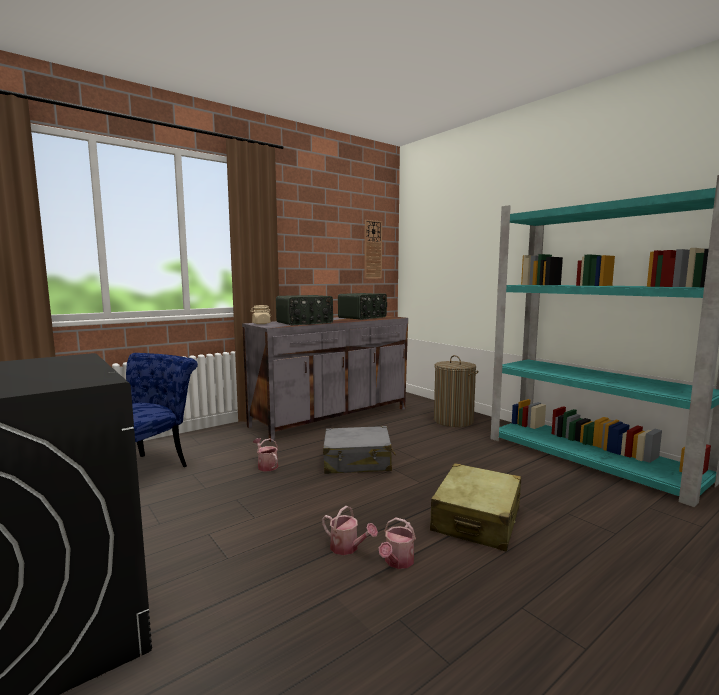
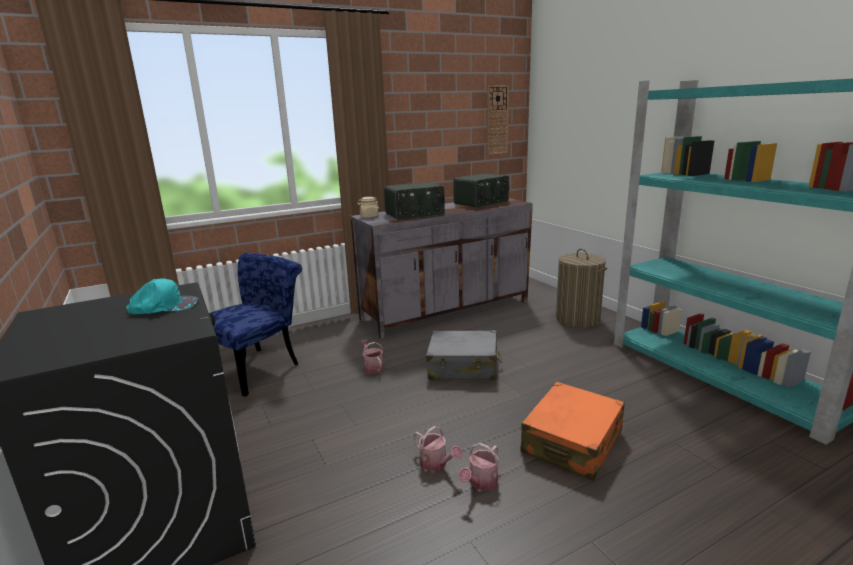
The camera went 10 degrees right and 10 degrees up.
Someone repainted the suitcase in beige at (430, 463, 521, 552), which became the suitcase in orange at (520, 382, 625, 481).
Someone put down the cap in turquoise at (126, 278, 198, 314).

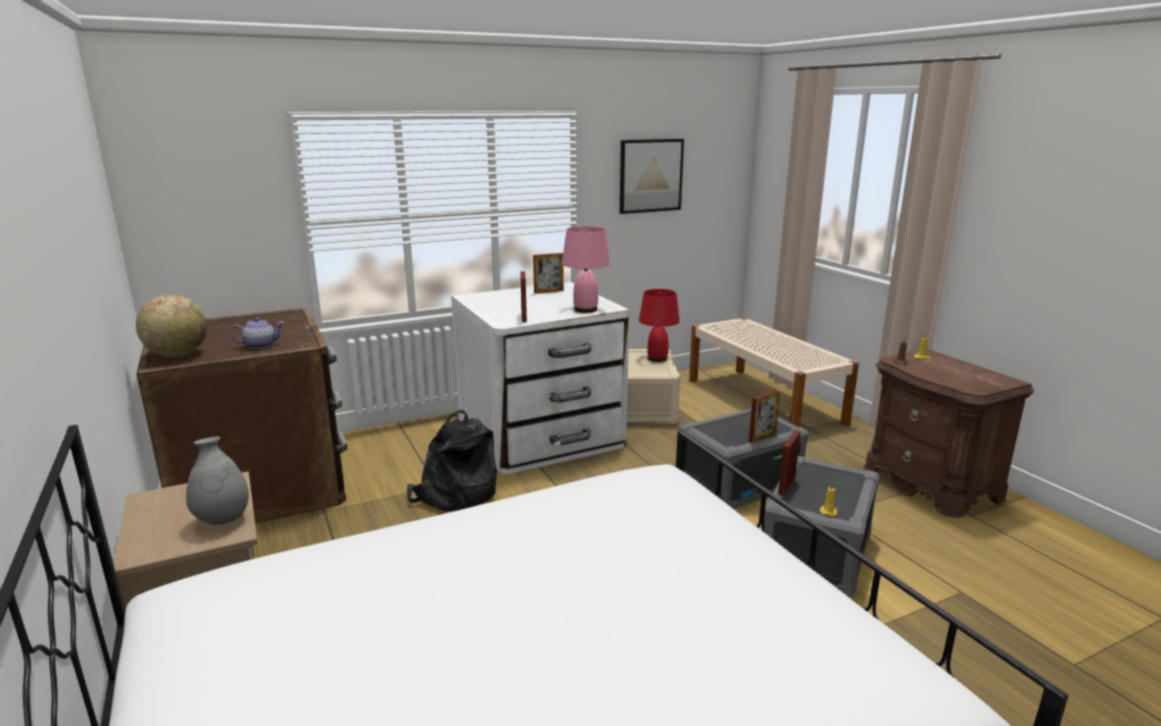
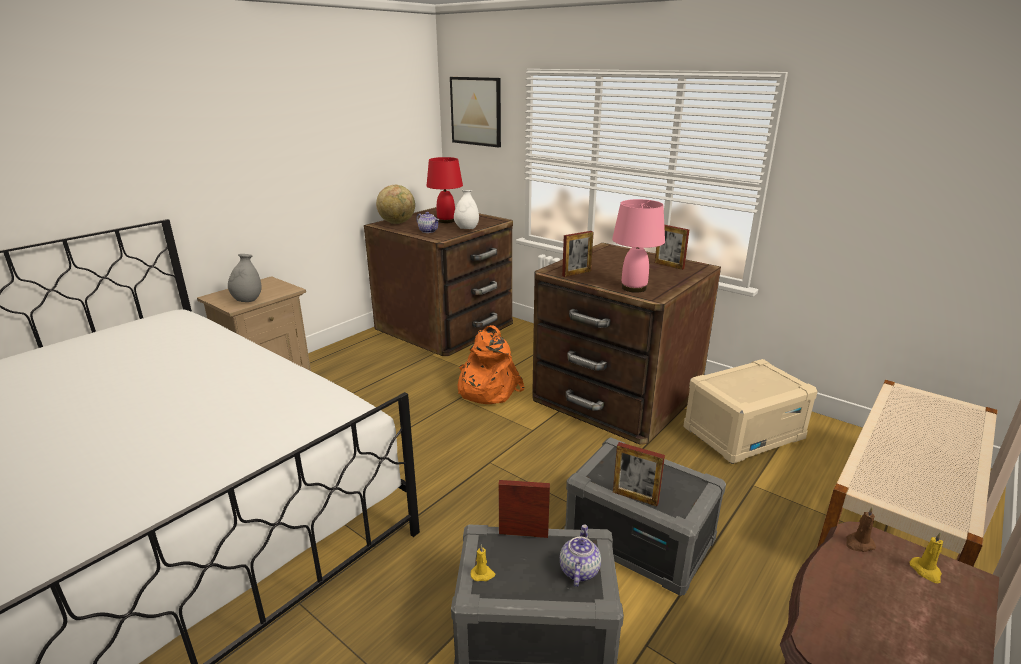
The camera went 65 degrees right and 5 degrees up.
Someone repainted the backpack in black at (407, 410, 497, 512), which became the backpack in orange at (457, 325, 525, 404).
Someone repainted the dresser in white at (451, 282, 629, 475), which became the dresser in brown at (532, 243, 721, 444).
Someone carried the picture from (620, 139, 684, 214) to (450, 77, 501, 148).
Someone carried the table lamp in red from (639, 289, 680, 362) to (427, 157, 463, 223).
Someone put down the vase in white at (454, 190, 479, 229).
Someone put down the teapot at (560, 524, 601, 587).

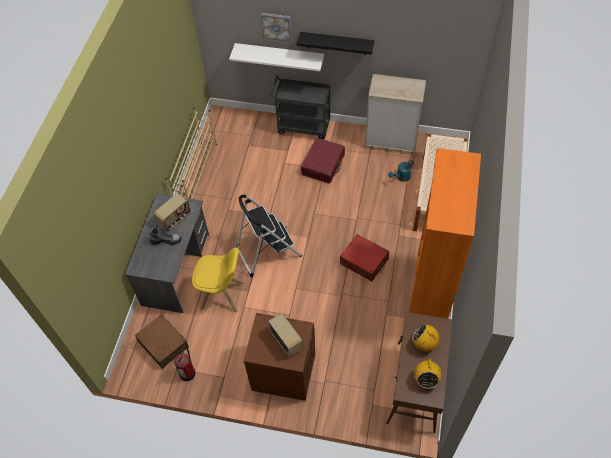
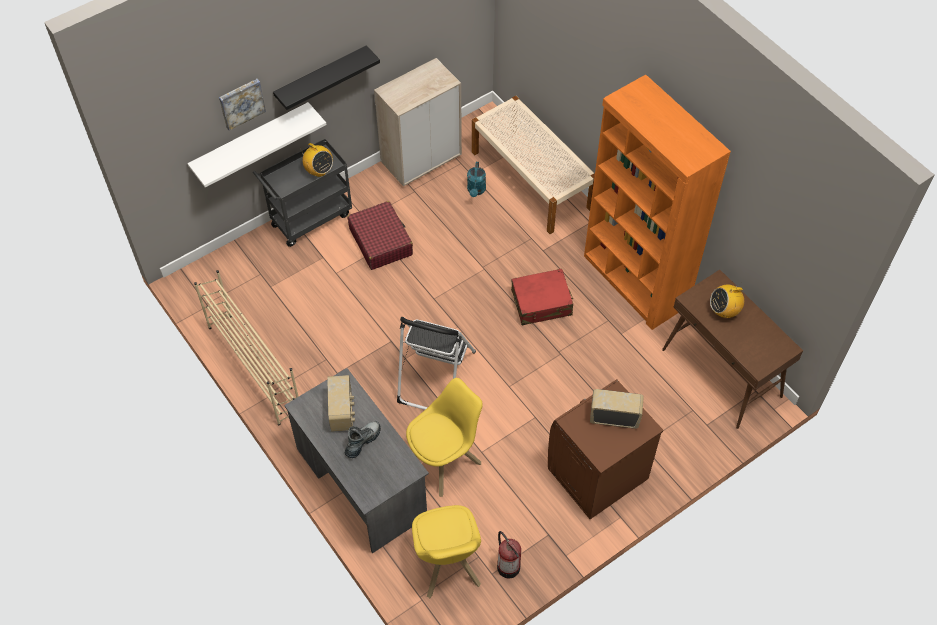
The camera went 50 degrees left and 0 degrees up.
Someone swapped the suitcase in brown at (135, 314, 189, 369) for the chair in yellow at (412, 505, 481, 598).
Someone carried the radio from (414, 359, 442, 389) to (300, 143, 333, 177).

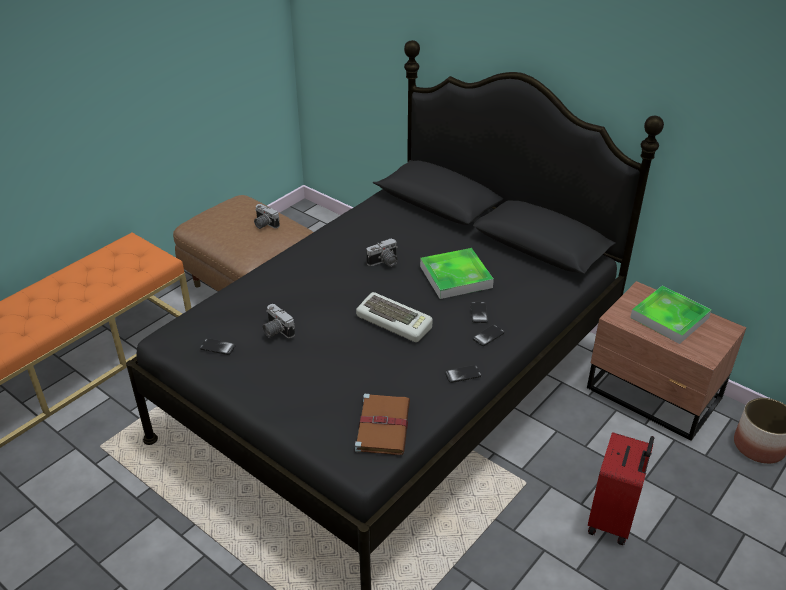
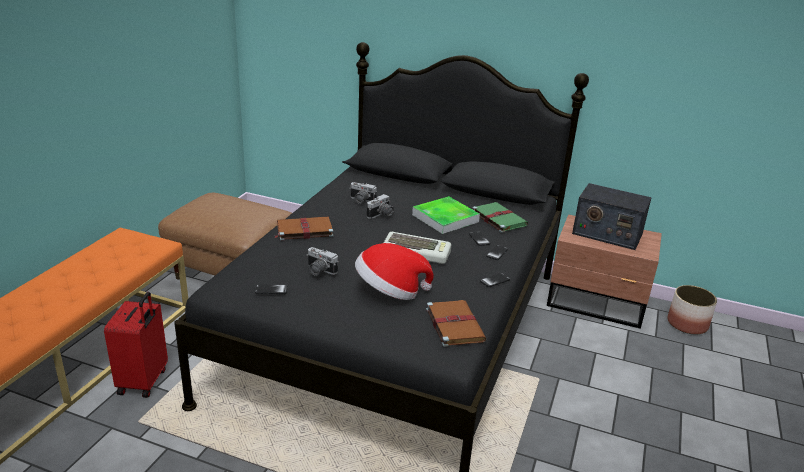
The camera went 20 degrees left and 10 degrees down.
Someone carried the photo camera from (254, 204, 280, 229) to (349, 182, 377, 204).
Someone carried the suitcase in red from (588, 432, 654, 545) to (104, 292, 168, 398).
Someone swapped the tray at (630, 285, 711, 344) for the radio at (572, 183, 652, 250).
Someone put down the book in brown at (275, 217, 333, 241).
Someone put down the hat at (355, 243, 434, 300).
Someone put down the book in green at (473, 202, 528, 233).

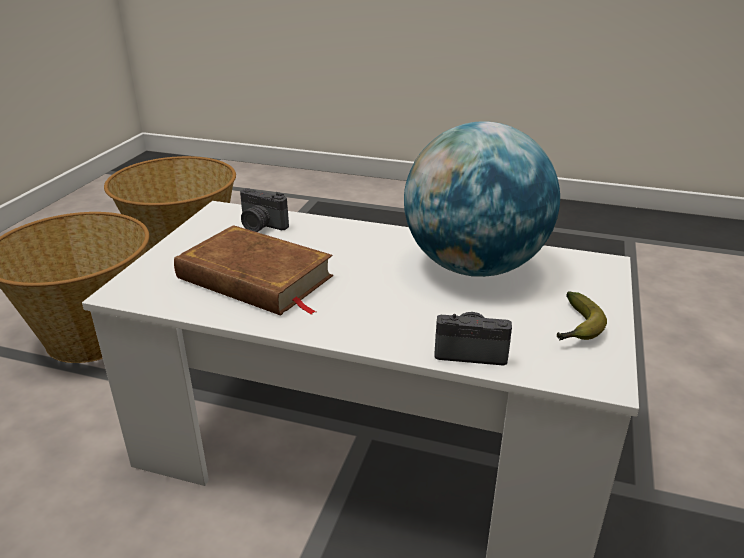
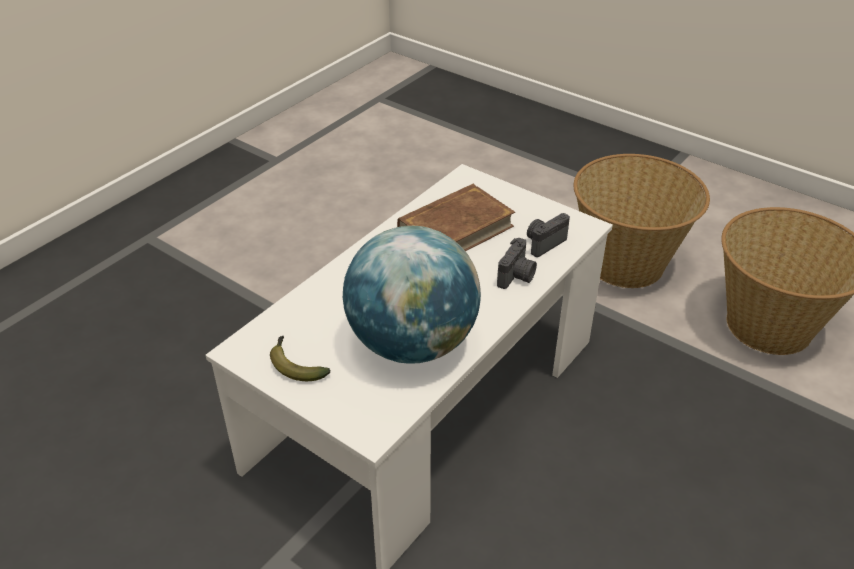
The camera went 110 degrees right and 10 degrees up.
Someone carried the photo camera from (434, 312, 512, 365) to (497, 238, 537, 289).

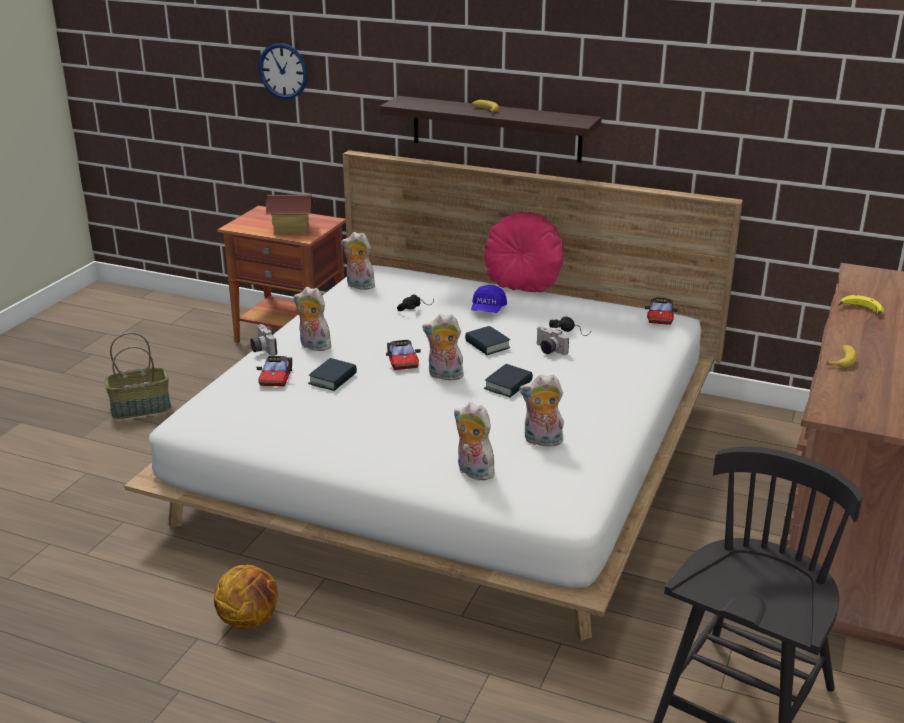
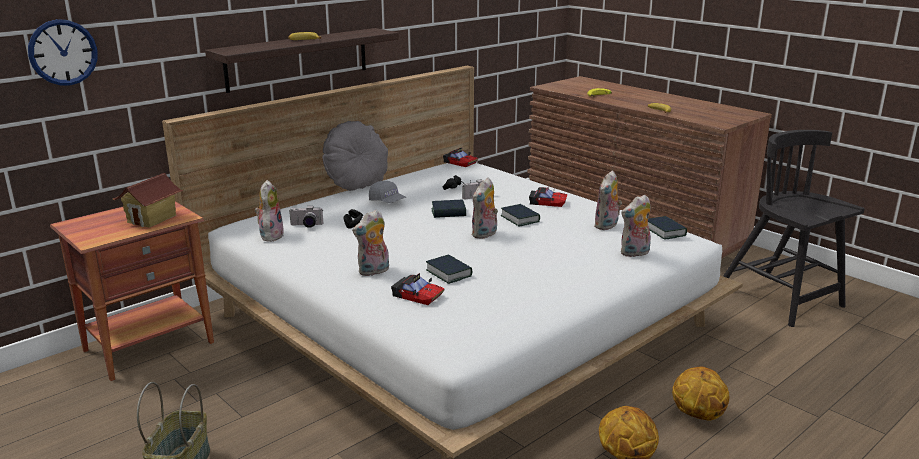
The camera went 65 degrees left and 5 degrees down.
Someone carried the photo camera from (250, 324, 277, 356) to (289, 206, 324, 228).
Someone rotated the plush toy at (341, 232, 375, 290) by 135 degrees clockwise.
Someone carried the toy car from (386, 340, 420, 370) to (529, 185, 568, 207).
Someone repainted the cap in blue at (471, 285, 507, 313), which became the cap in grey at (369, 181, 406, 203).
Someone repainted the pillow in pink at (484, 212, 563, 292), which became the pillow in grey at (322, 121, 388, 191).
Someone put down the book at (648, 216, 687, 240).
Someone put down the basketball at (672, 366, 729, 421).

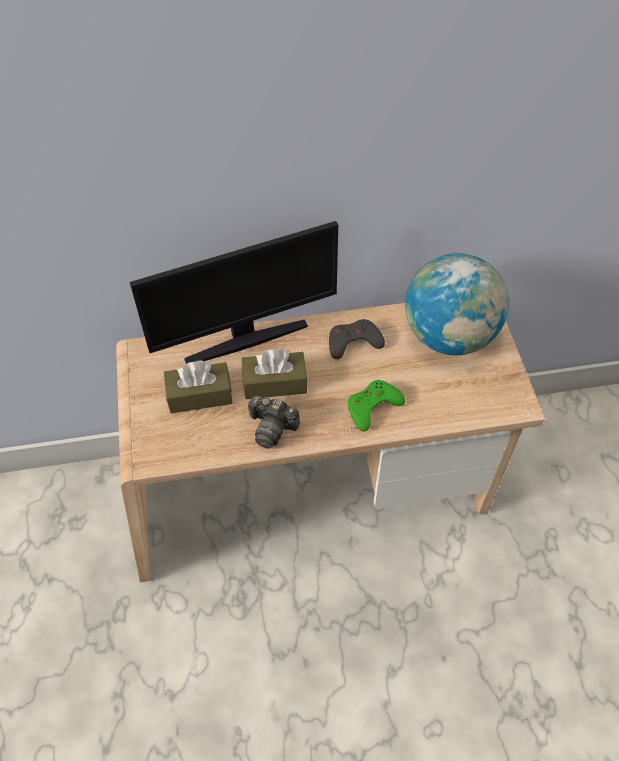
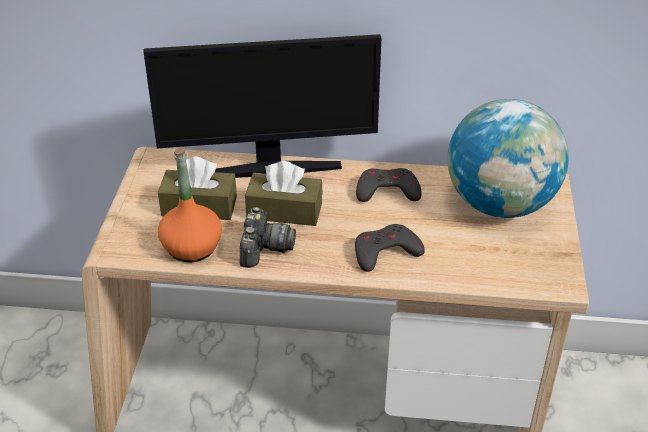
The camera went 15 degrees right and 15 degrees down.
Someone rotated the photo camera at (248, 395, 300, 449) by 120 degrees counterclockwise.
Someone repainted the game controller in green at (348, 380, 405, 432), which became the game controller in grey at (355, 224, 425, 272).
Someone put down the bottle in orange at (158, 147, 222, 262).

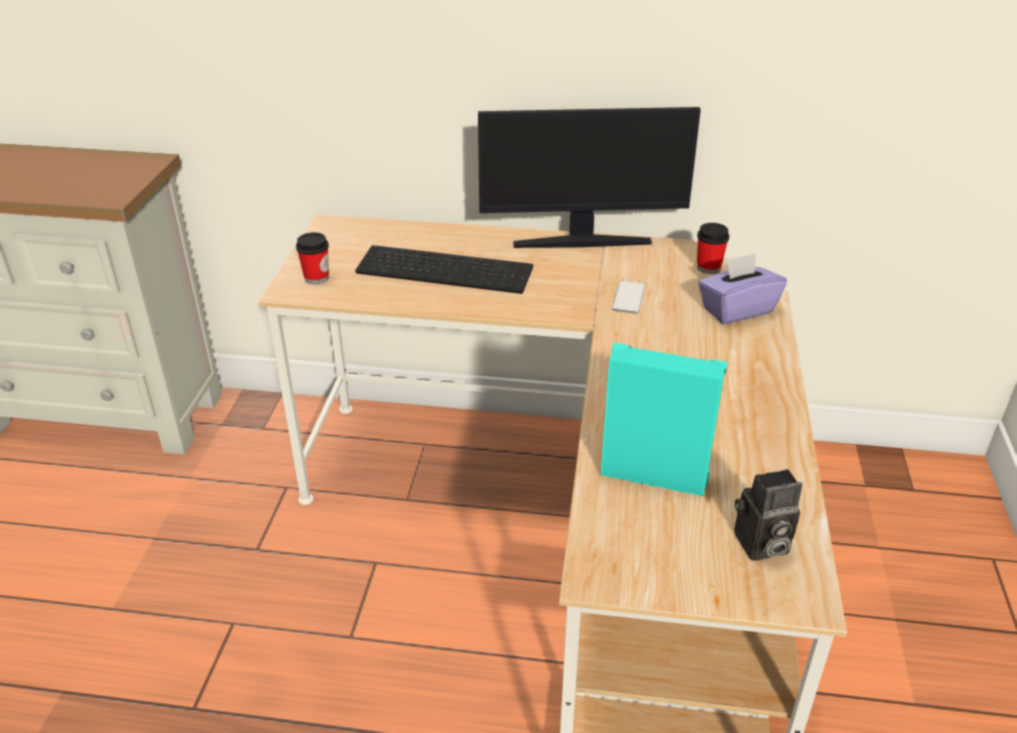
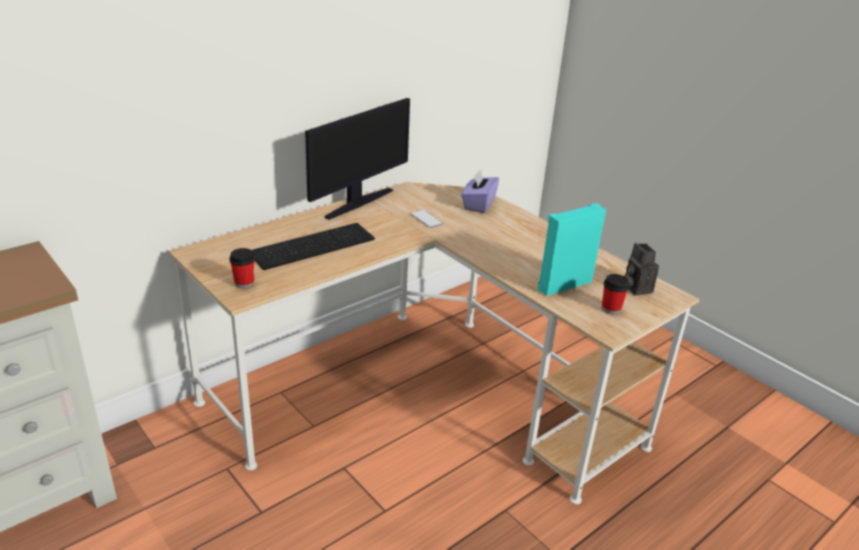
The camera went 50 degrees left and 5 degrees down.
Someone carried the cup from (697, 223, 729, 274) to (602, 274, 629, 314).
Someone rotated the photo camera at (734, 469, 802, 561) by 135 degrees clockwise.

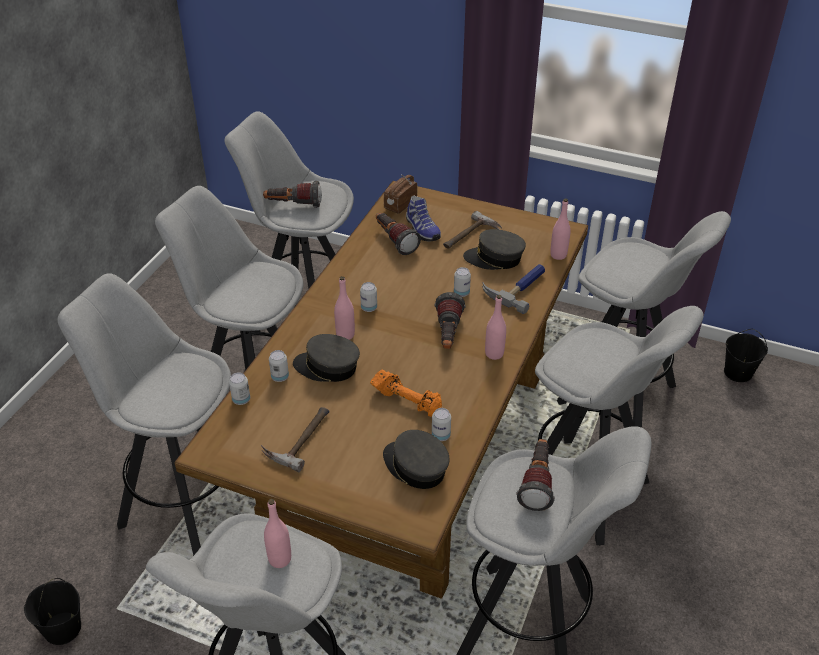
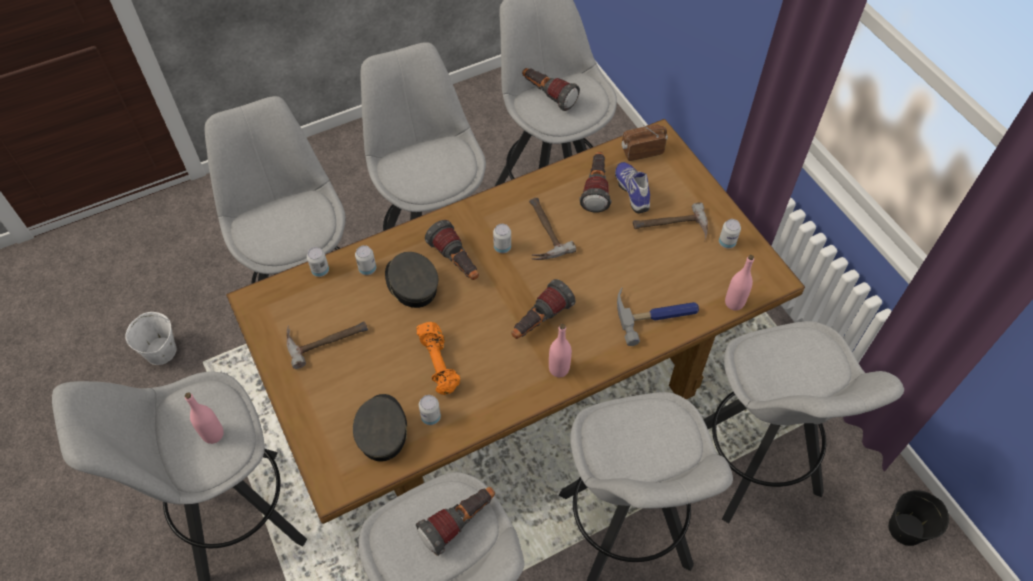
The camera went 40 degrees right and 15 degrees up.
Someone repainted the bucket in black at (24, 578, 81, 645), which became the bucket in white at (125, 312, 177, 365).
Someone swapped the bottle in pink at (334, 276, 355, 340) for the flashlight at (425, 220, 479, 280).
Someone rotated the shoe at (406, 196, 441, 241) by 150 degrees clockwise.
Someone carried the can from (454, 267, 471, 297) to (719, 219, 741, 249).
Someone took away the cap in grey at (463, 229, 526, 270).
Someone put down the hammer at (529, 198, 576, 260).

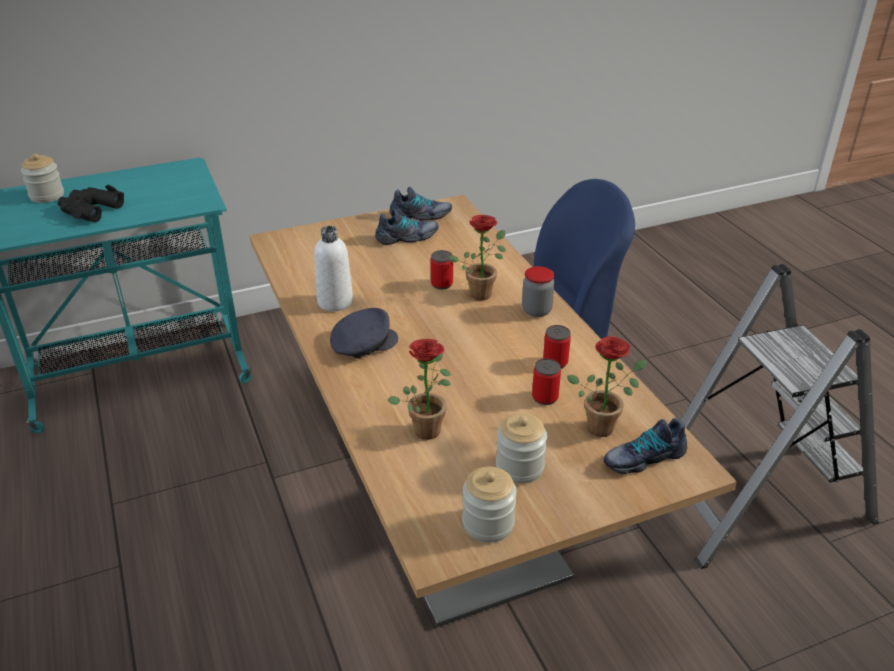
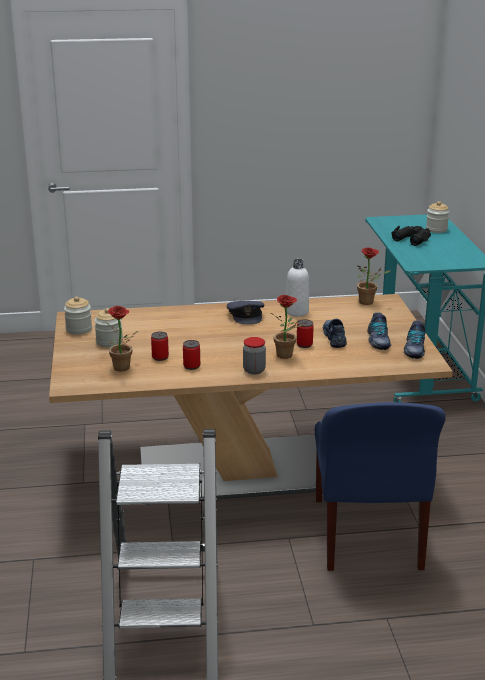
The camera went 105 degrees right and 10 degrees down.
Someone carried the potted plant from (387, 339, 451, 440) to (357, 248, 390, 305).
Someone carried the shoe from (604, 418, 687, 474) to (323, 319, 347, 348).

